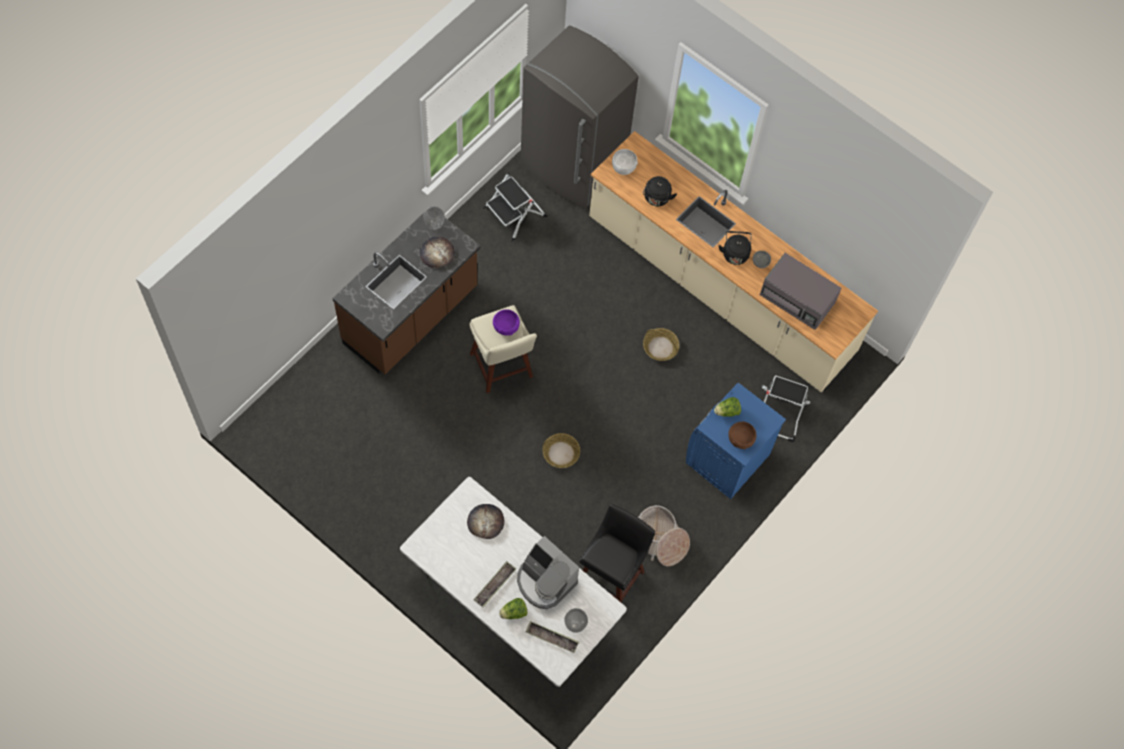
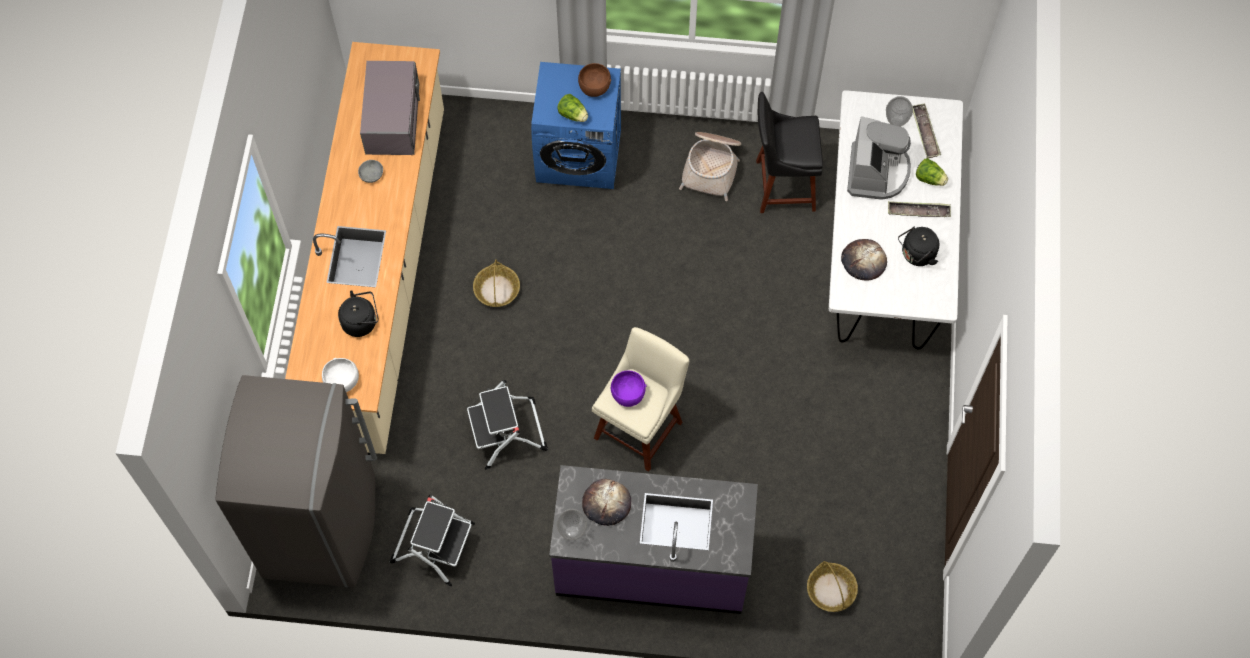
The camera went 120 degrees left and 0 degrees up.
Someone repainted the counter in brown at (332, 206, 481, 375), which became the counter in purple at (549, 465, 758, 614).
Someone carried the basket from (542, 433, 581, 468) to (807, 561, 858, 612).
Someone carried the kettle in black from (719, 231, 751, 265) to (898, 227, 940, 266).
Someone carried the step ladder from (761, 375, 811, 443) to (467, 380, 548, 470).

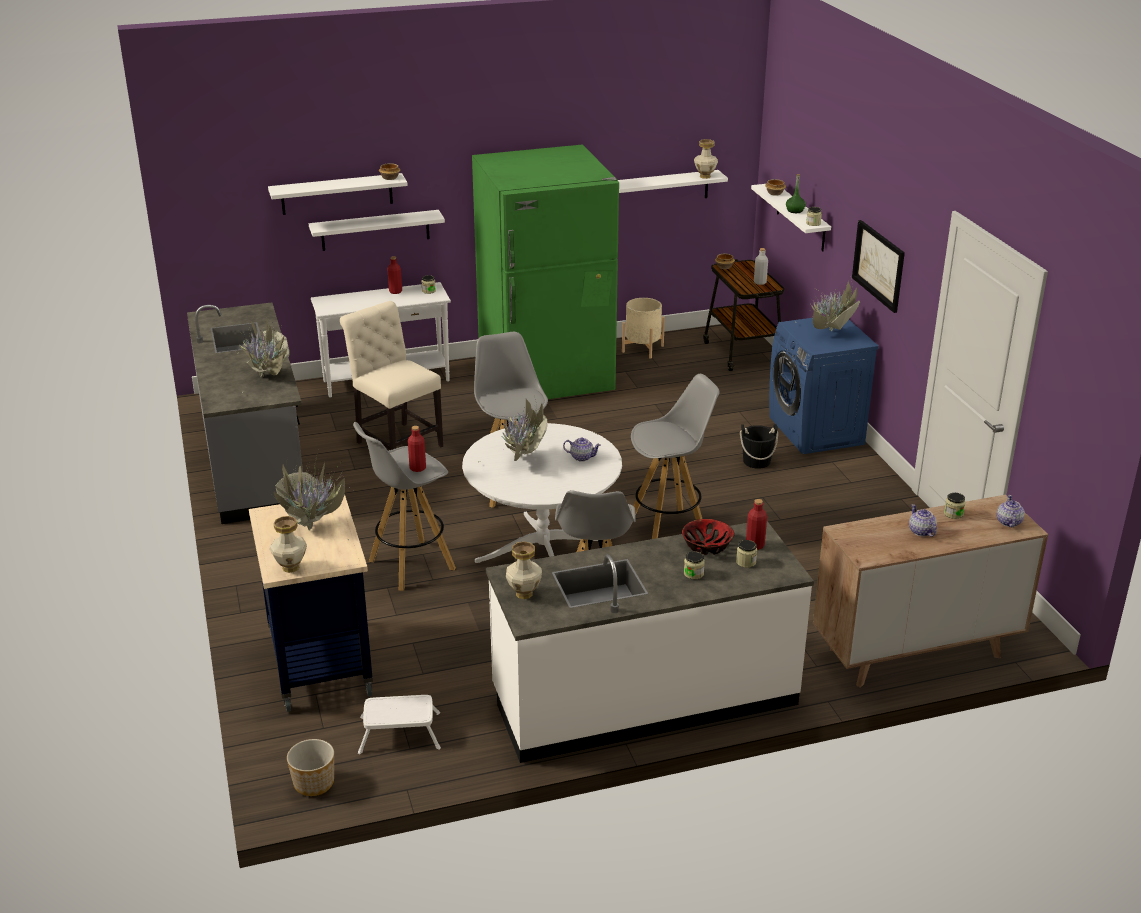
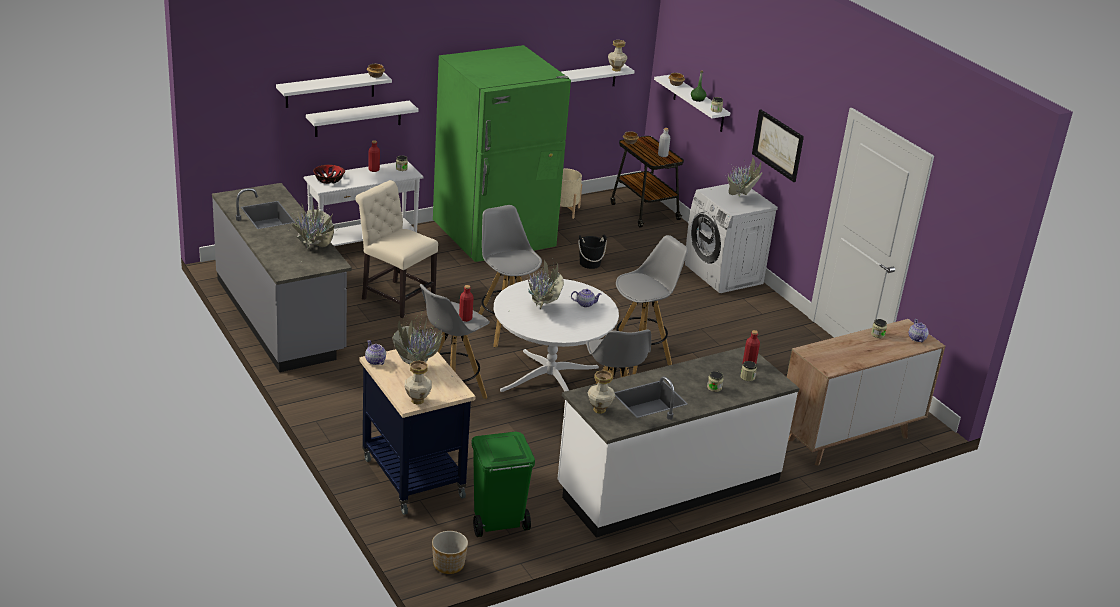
The camera went 15 degrees left and 0 degrees up.
Someone swapped the step ladder in white at (358, 695, 441, 754) for the trash can in green at (472, 432, 535, 537).
Someone carried the bowl from (682, 519, 734, 555) to (313, 165, 345, 184).
Someone carried the bucket in black from (740, 424, 778, 469) to (578, 235, 607, 269).
Someone repainted the washing machine in blue at (769, 315, 879, 454), which became the washing machine in white at (685, 183, 778, 293).
Someone carried the teapot from (909, 504, 937, 537) to (365, 340, 386, 365).

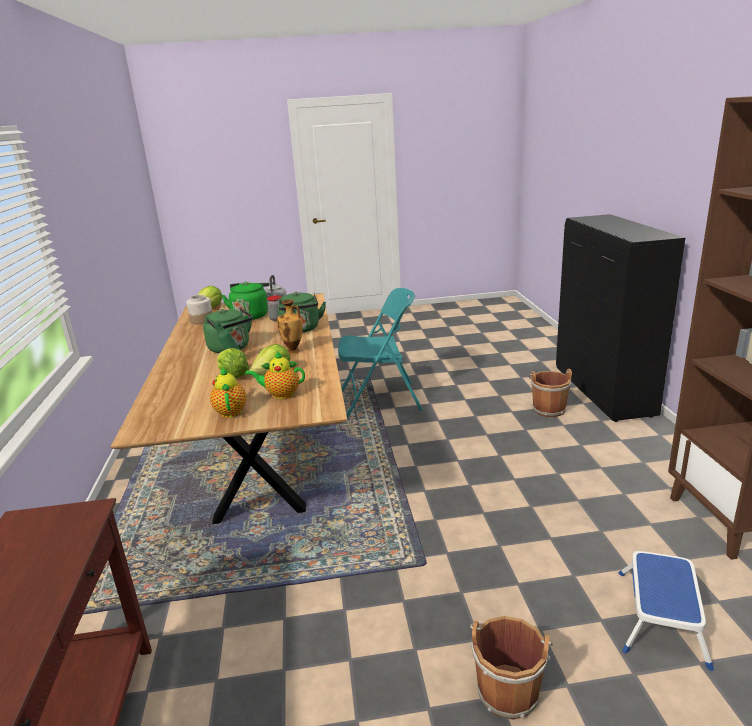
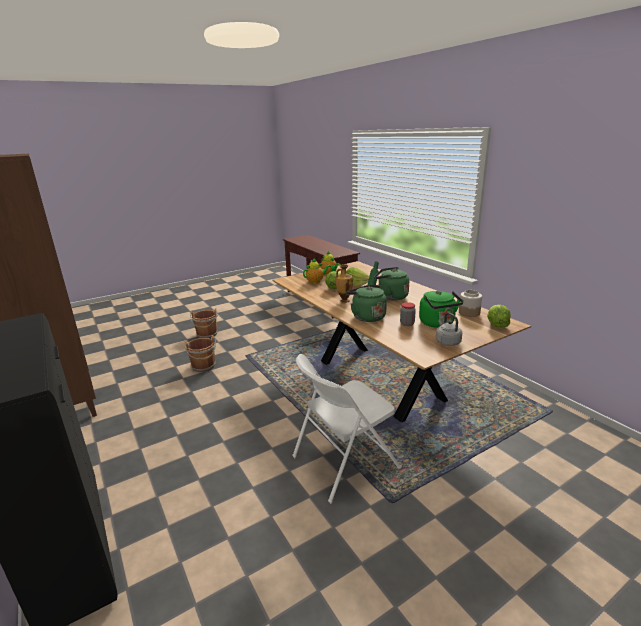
The camera went 155 degrees right and 0 degrees up.
Someone repainted the chair in turquoise at (338, 288, 423, 419), which became the chair in white at (292, 354, 401, 504).
Someone carried the bucket in brown from (529, 369, 572, 417) to (184, 335, 216, 372).
Someone took away the step ladder in blue at (618, 551, 714, 671).

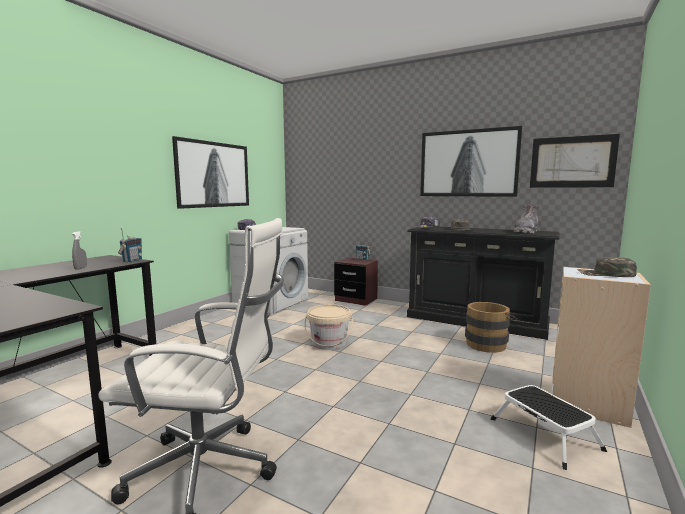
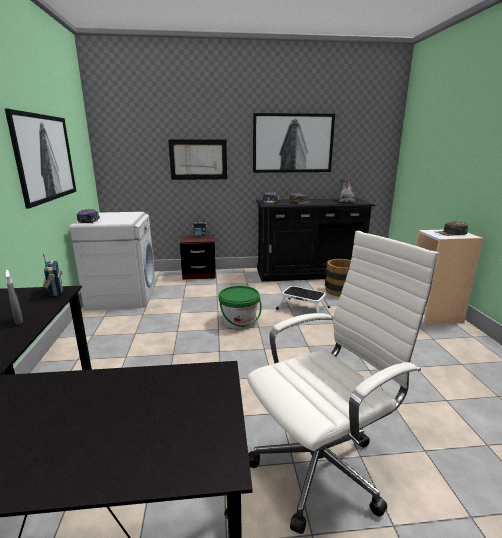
The camera went 35 degrees left and 10 degrees up.
Someone repainted the bucket in beige at (305, 304, 353, 350), which became the bucket in green at (218, 286, 262, 330).
Someone carried the step ladder in black from (491, 385, 607, 470) to (276, 286, 330, 313).
Someone carried the picture from (530, 134, 620, 188) to (168, 140, 227, 180).

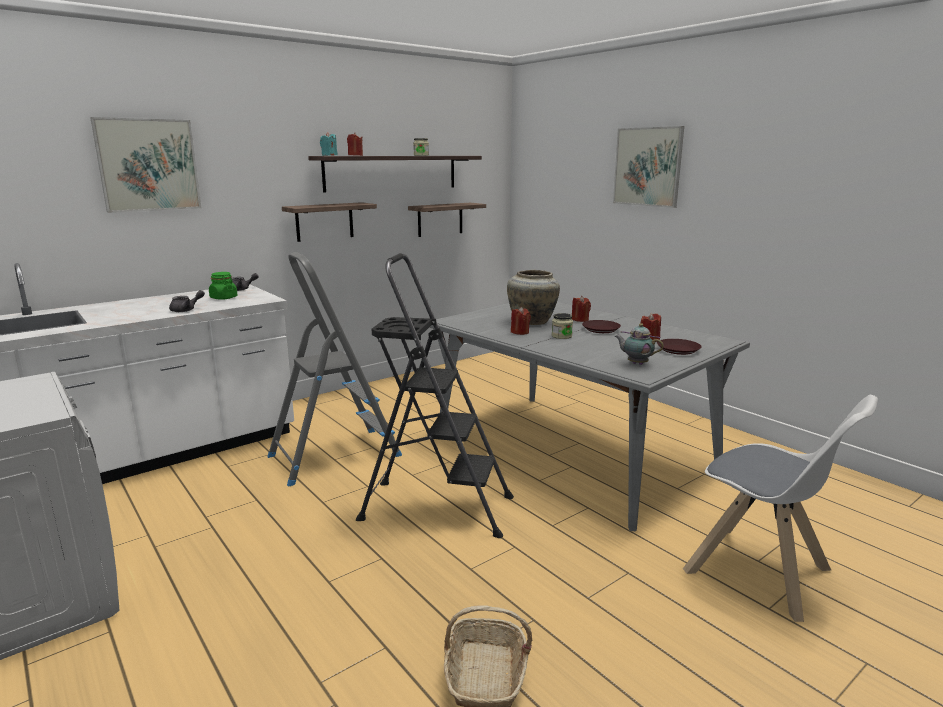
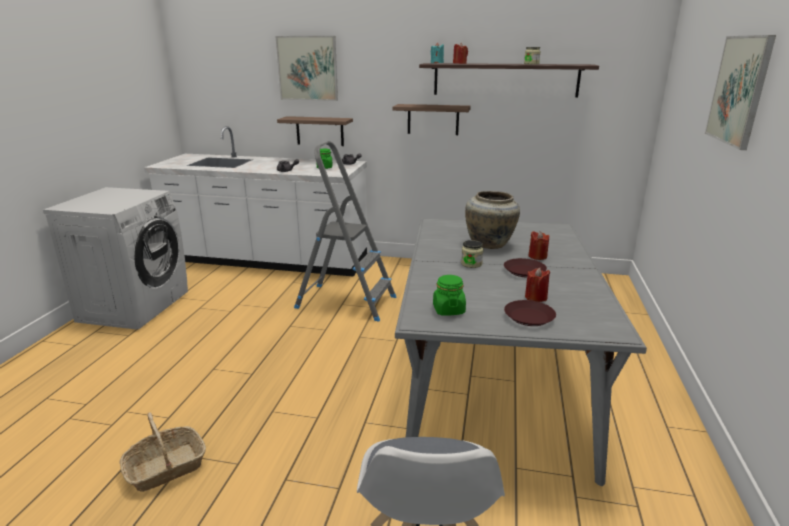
The camera went 50 degrees right and 5 degrees up.
Someone took away the step ladder at (356, 253, 514, 538).
Someone carried the shelf from (408, 203, 486, 237) to (277, 116, 353, 146).
Someone took away the candle in red at (511, 307, 531, 335).
Someone swapped the teapot at (615, 323, 664, 365) for the jar in green at (433, 275, 466, 315).

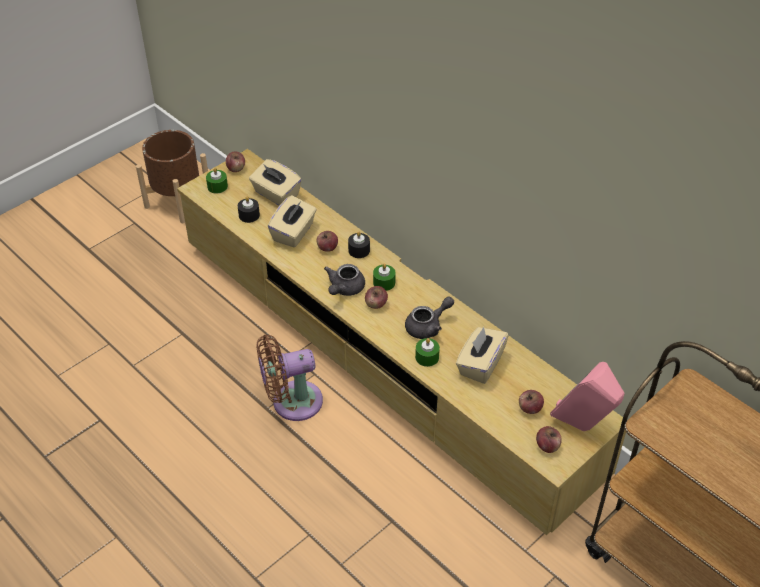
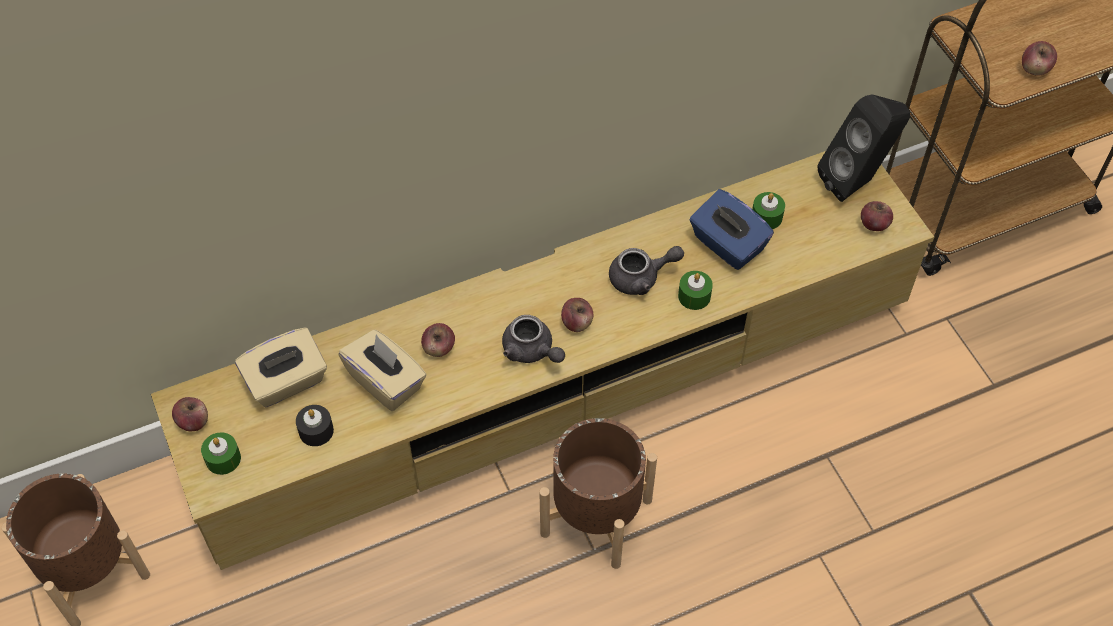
The camera went 70 degrees left and 10 degrees up.
Someone swapped the fan in brown at (257, 335, 323, 421) for the planter in brown at (539, 418, 657, 569).
Someone took away the candle in black at (348, 232, 370, 258).
Someone carried the candle in green from (373, 264, 396, 291) to (752, 192, 785, 229).
Someone rotated the teapot in grey at (405, 296, 454, 339) by 90 degrees clockwise.
Someone repainted the tissue box in beige at (456, 327, 509, 384), which became the tissue box in blue at (689, 189, 774, 270).
Someone carried the apple from (519, 390, 544, 414) to (1022, 41, 1057, 76).
Someone repainted the speaker in pink at (550, 362, 625, 431), which became the speaker in black at (817, 94, 910, 202).

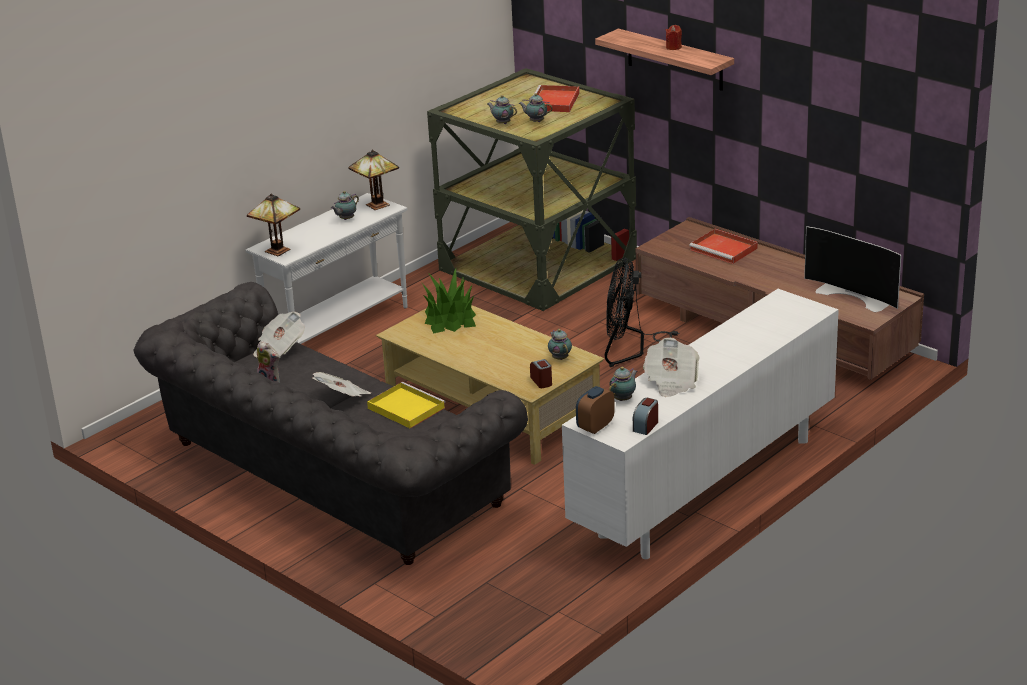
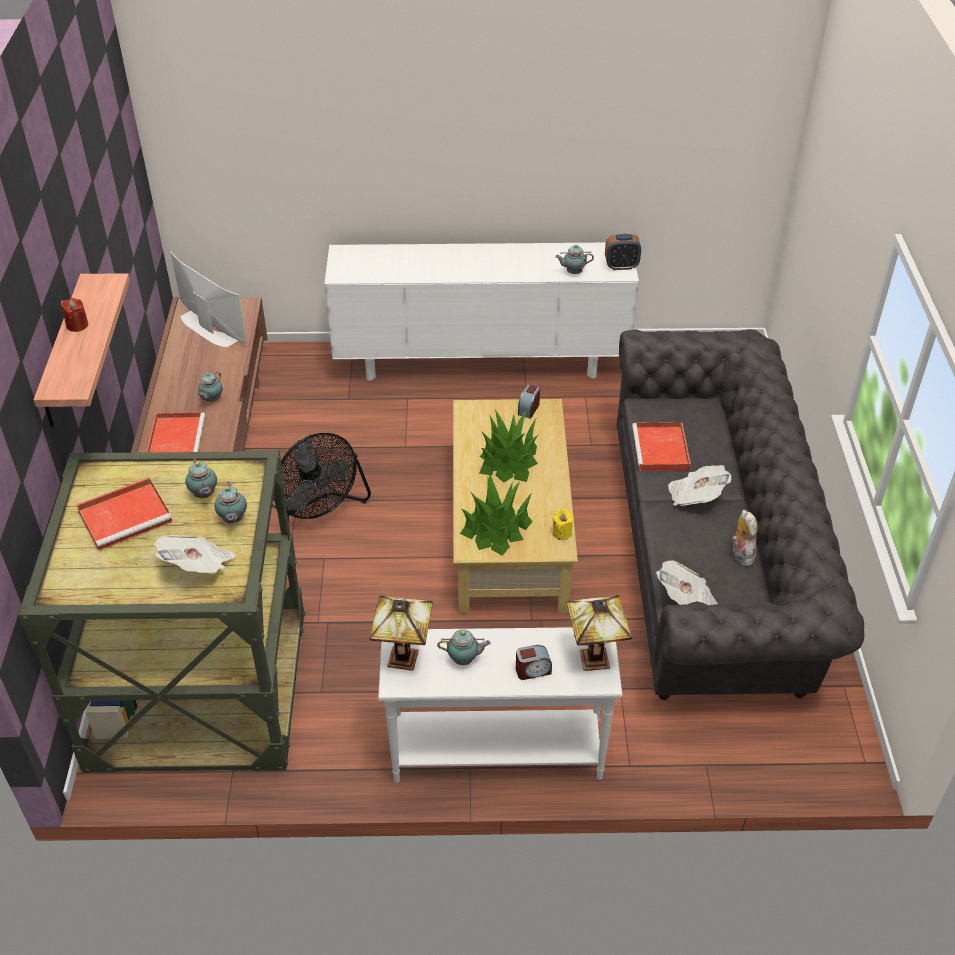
The camera went 135 degrees left and 15 degrees up.
Someone repainted the tray in yellow at (367, 382, 446, 429), which became the tray in red at (632, 422, 691, 471).
Someone carried the teapot from (548, 329, 572, 360) to (197, 371, 223, 402).
Someone carried the alarm clock from (633, 398, 658, 435) to (516, 645, 552, 680).
Someone carried the newspaper from (643, 338, 700, 397) to (154, 535, 236, 574).
Someone rotated the television at (804, 226, 901, 312) by 45 degrees counterclockwise.
Someone put down the potted plant at (479, 410, 538, 483).
Someone put down the candle in yellow at (552, 509, 573, 540).

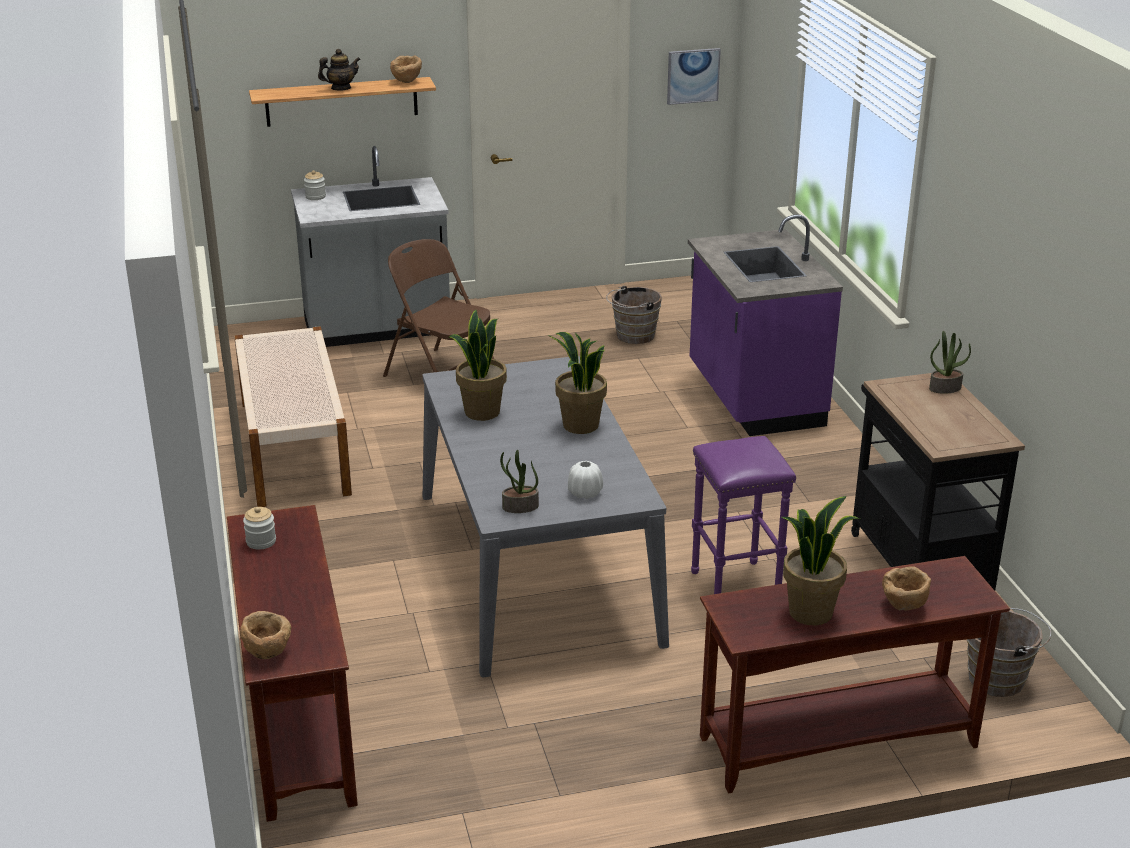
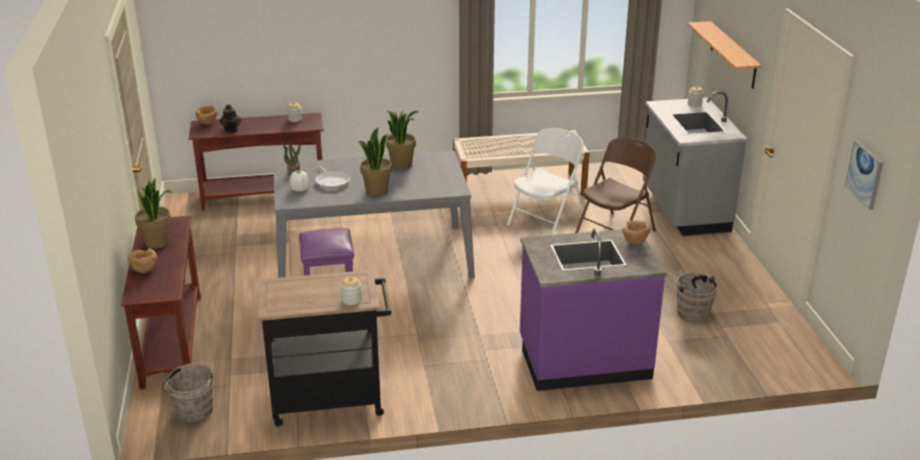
The camera went 95 degrees right and 0 degrees up.
Someone carried the teapot from (318, 49, 361, 90) to (220, 104, 241, 132).
Someone carried the bowl in brown from (390, 56, 422, 83) to (622, 220, 650, 245).
Someone swapped the potted plant at (929, 331, 971, 394) for the jar at (341, 277, 362, 305).
Someone put down the frying pan at (315, 165, 350, 189).
Someone put down the chair in white at (507, 128, 586, 235).

